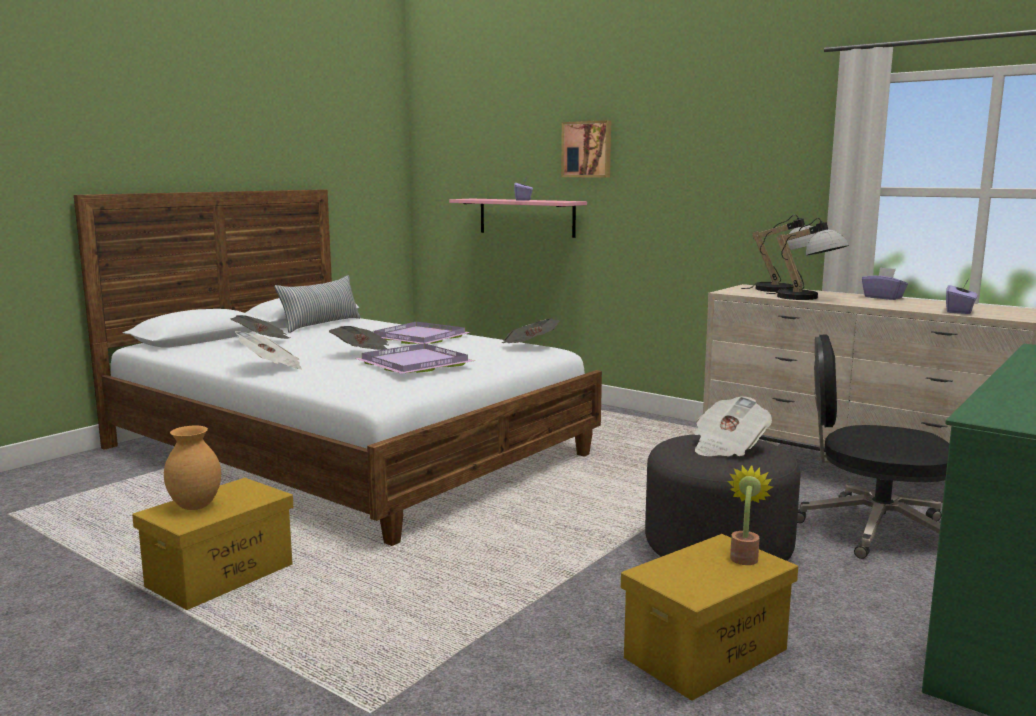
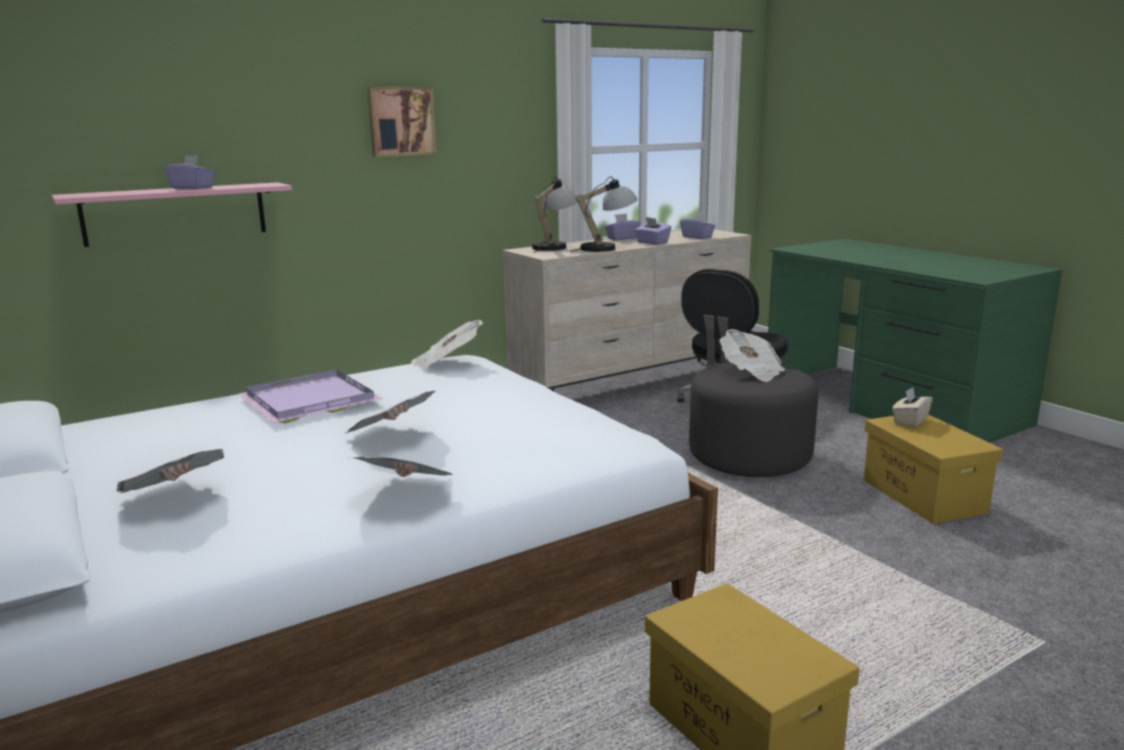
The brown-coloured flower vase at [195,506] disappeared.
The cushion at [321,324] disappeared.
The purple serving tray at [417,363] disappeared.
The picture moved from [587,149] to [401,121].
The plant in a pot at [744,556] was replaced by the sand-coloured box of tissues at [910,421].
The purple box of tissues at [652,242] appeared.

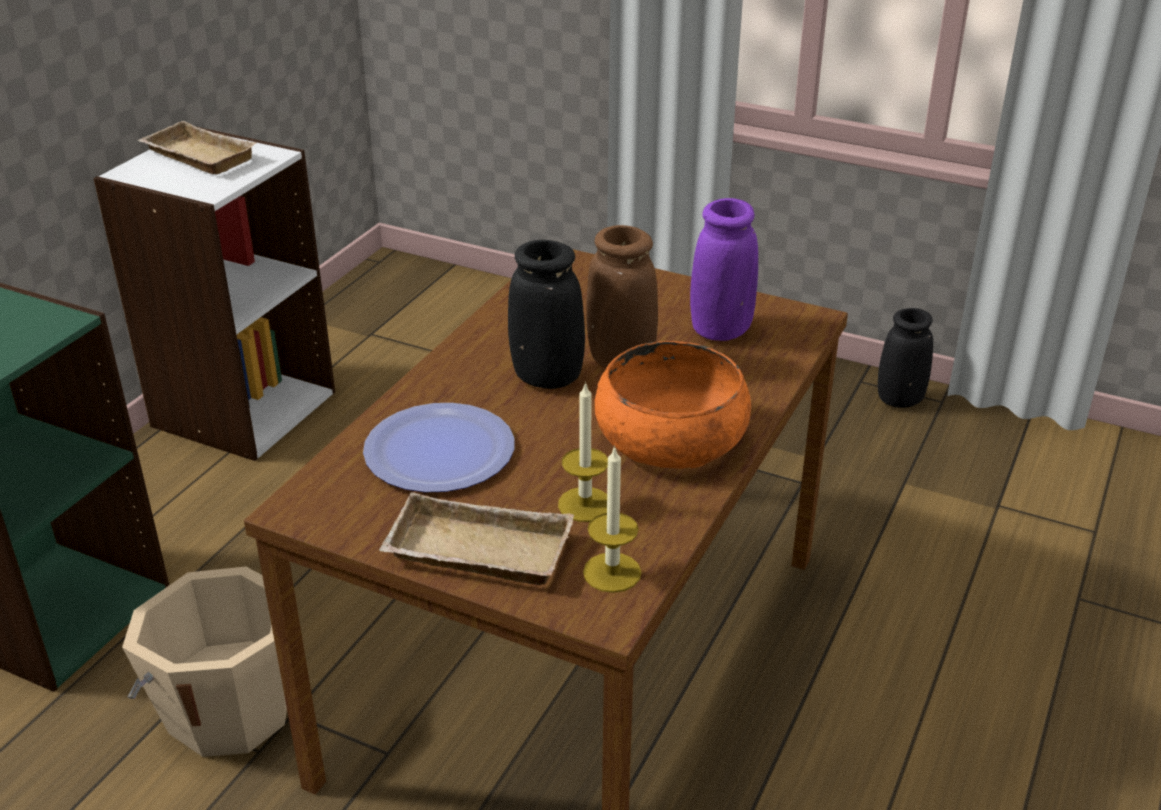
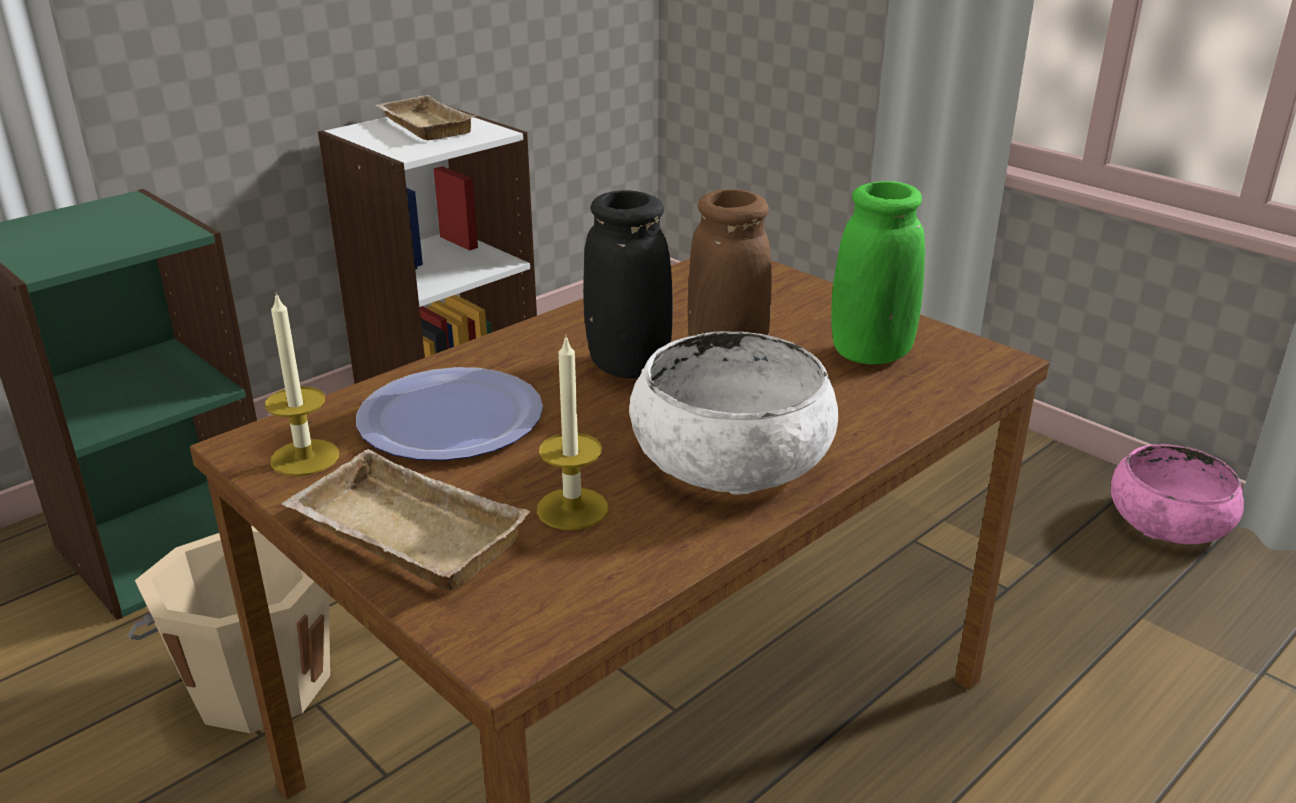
The wax light moved from [612,572] to [305,458].
The orangey serving bowl at [671,438] became the whitish serving bowl at [732,457].
The purple flower vase at [721,330] became the green flower vase at [871,354].
The black-coloured flower vase at [900,400] was replaced by the pinkish serving bowl at [1168,521].

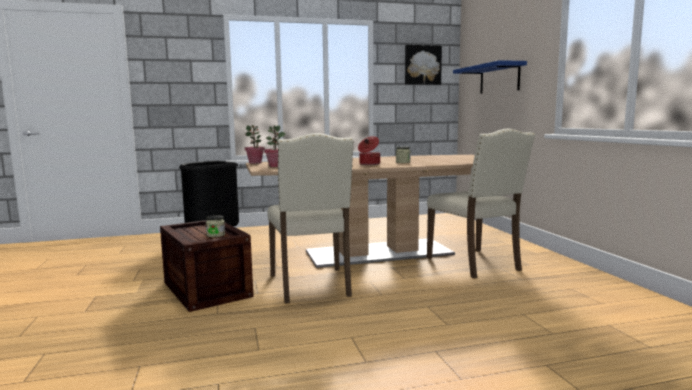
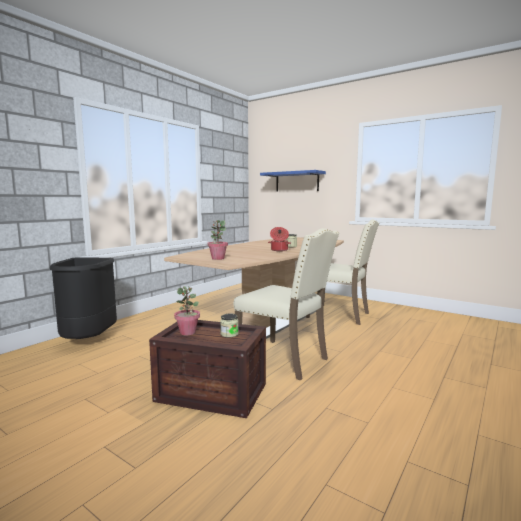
The plant in a pot moved from [255,163] to [188,332].
The picture at [422,65] disappeared.

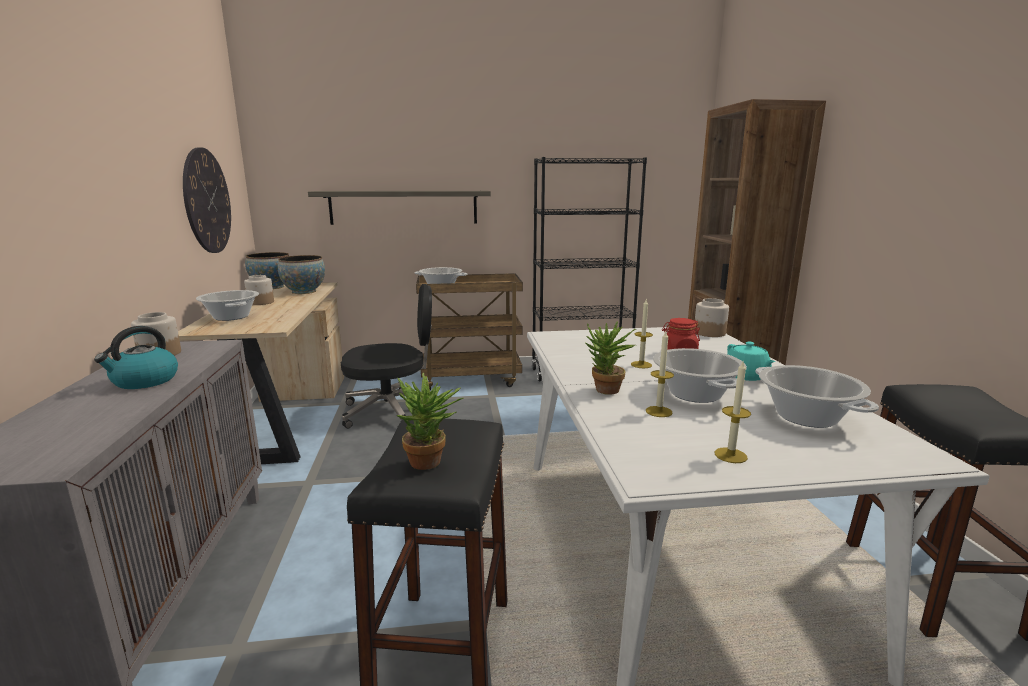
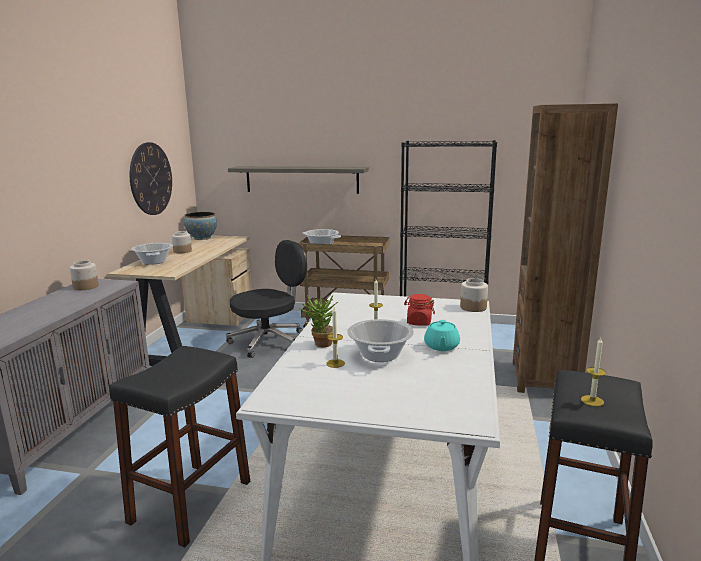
The kettle at [144,381] disappeared.
The serving bowl at [304,292] disappeared.
The black-coloured desk chair at [392,411] turned 45 degrees counterclockwise.
The plant in a pot at [431,463] disappeared.
The wax light moved from [730,455] to [592,401].
The stockpot at [806,416] disappeared.

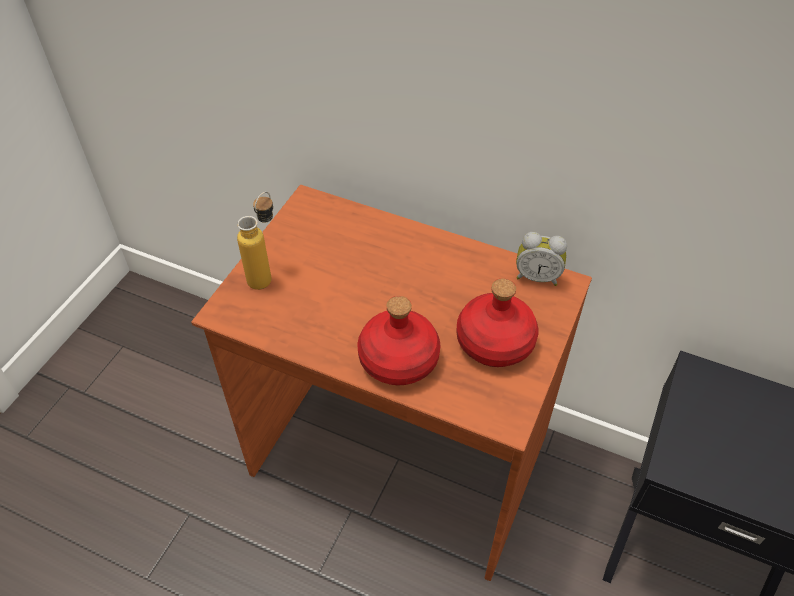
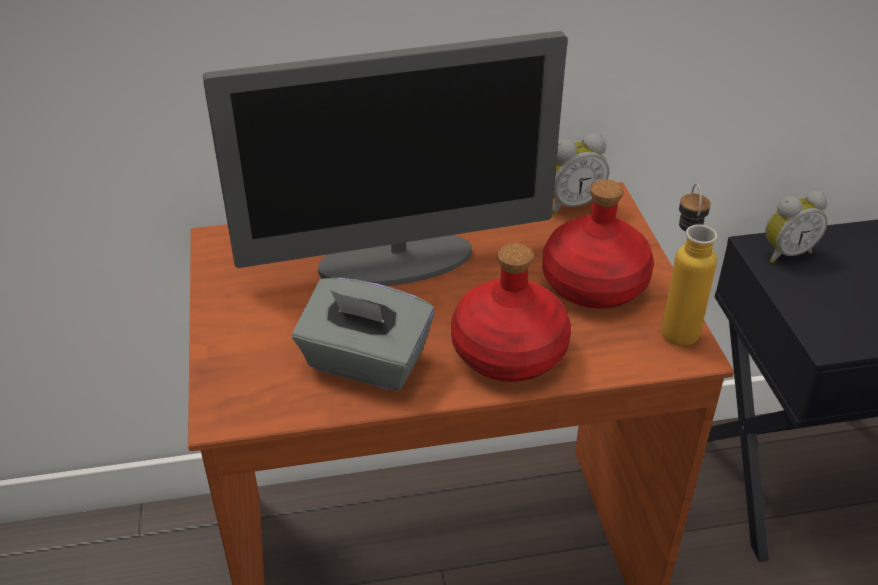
The beverage bottle moved from [266,275] to [676,324].
The monitor at [397,261] appeared.
The grey box of tissues at [365,362] appeared.
The bedside clock at [785,252] appeared.

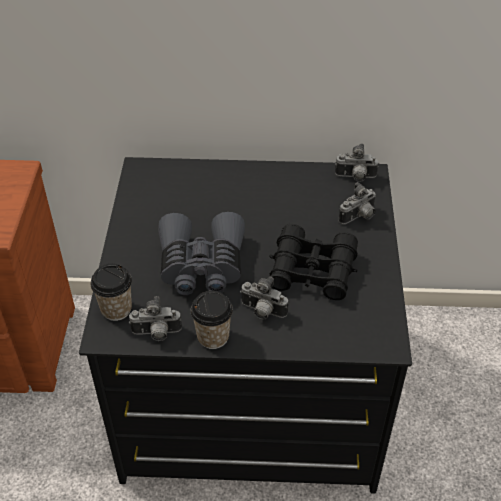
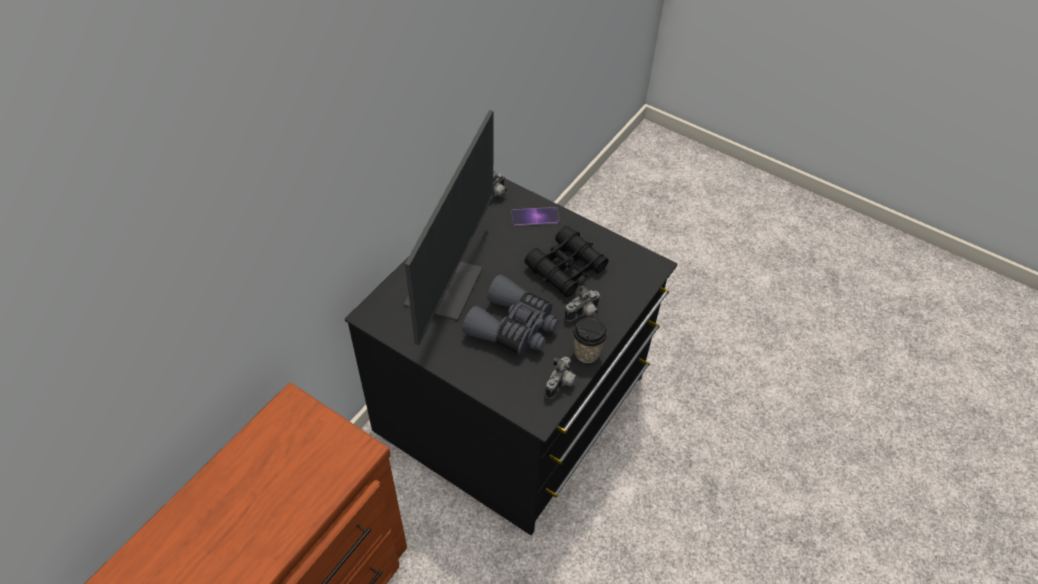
The drinking cup at [116,309] disappeared.
The still camera at [359,217] was replaced by the handset at [535,216].
The monitor at [446,287] appeared.

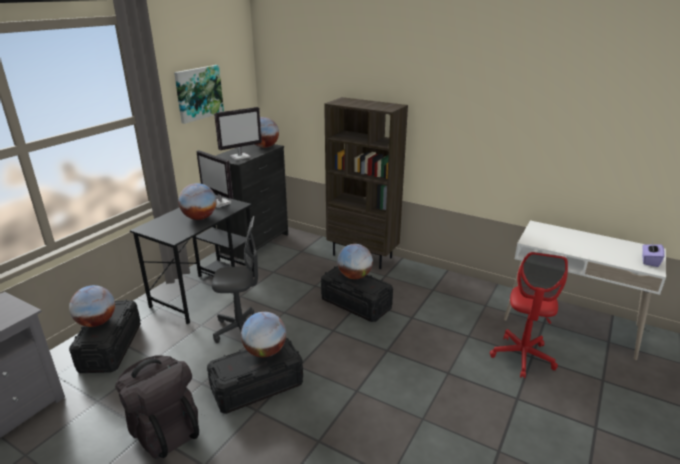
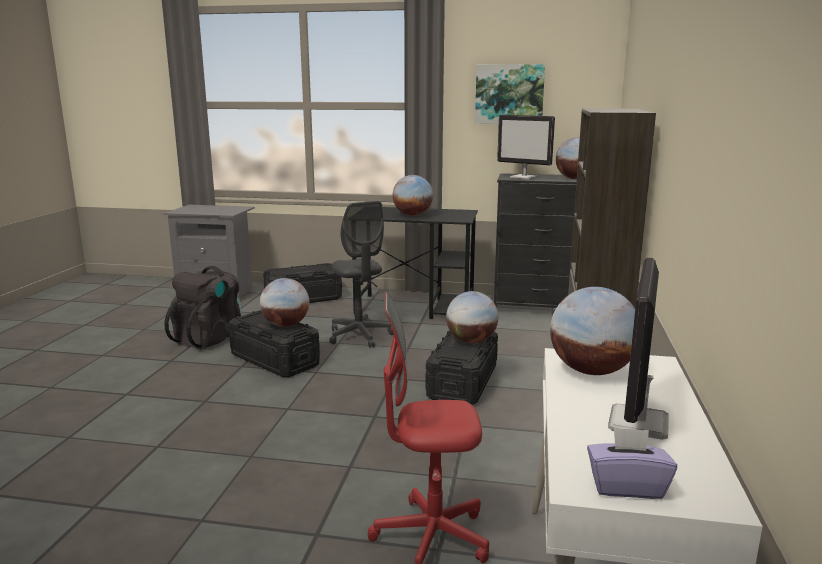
The globe moved from [97,322] to [591,371].
The monitor moved from [220,203] to [638,423].

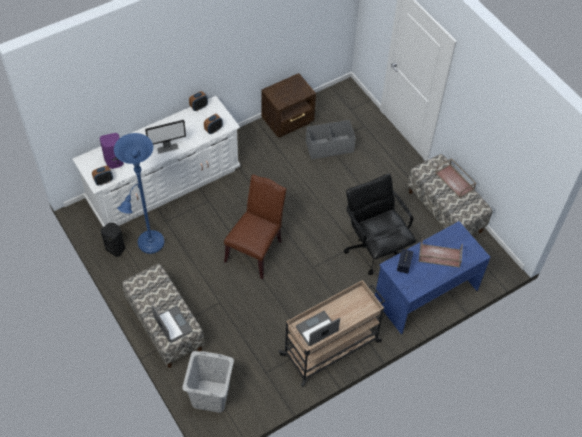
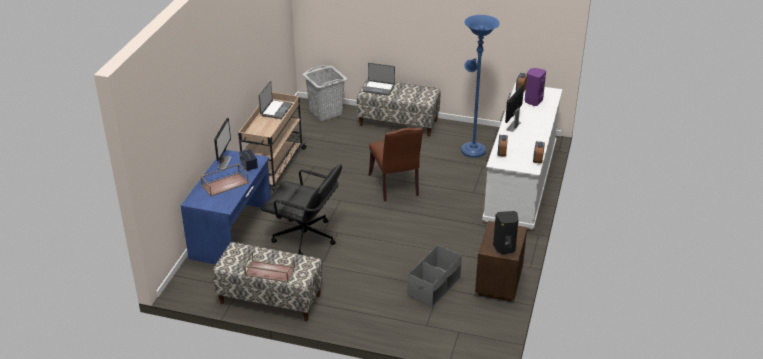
The black-coloured audio speaker moved from [116,248] to [504,248].
The monitor at [224,162] appeared.

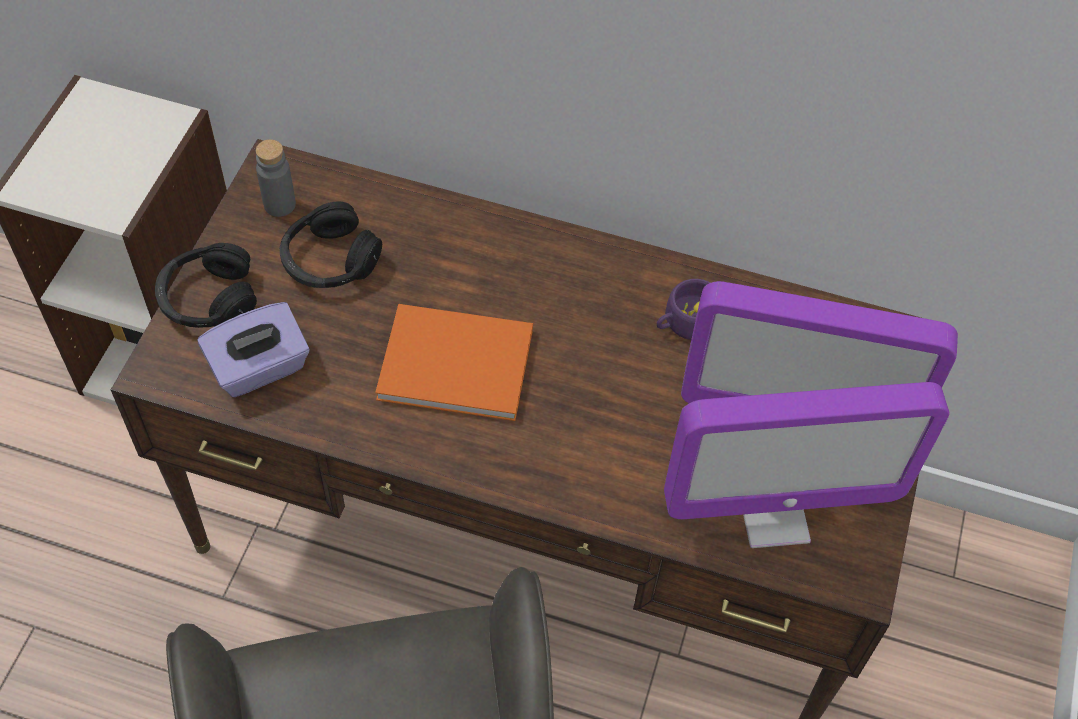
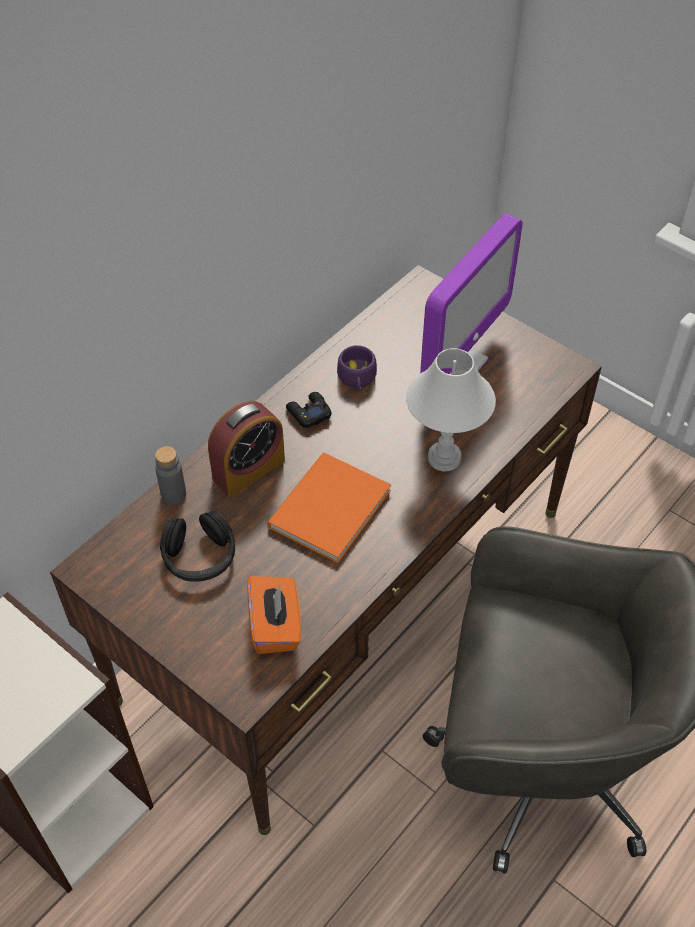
The black-coloured pair of headphones at [208,299] disappeared.
The purple box of tissues at [260,368] became the orangey box of tissues at [275,627].
The grey beverage bottle moved from [279,204] to [173,494].
The monitor at [773,515] disappeared.
The bedside clock at [249,469] appeared.
The black-coloured game controller at [308,413] appeared.
The whitish lamp for a table at [443,457] appeared.

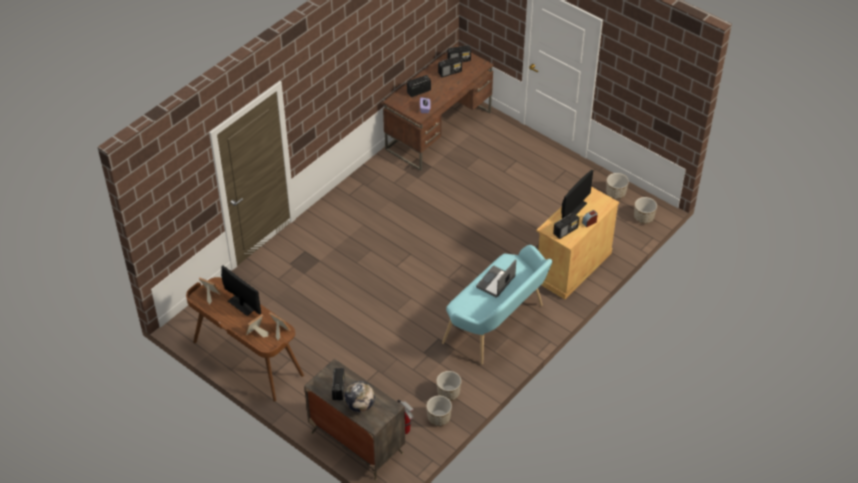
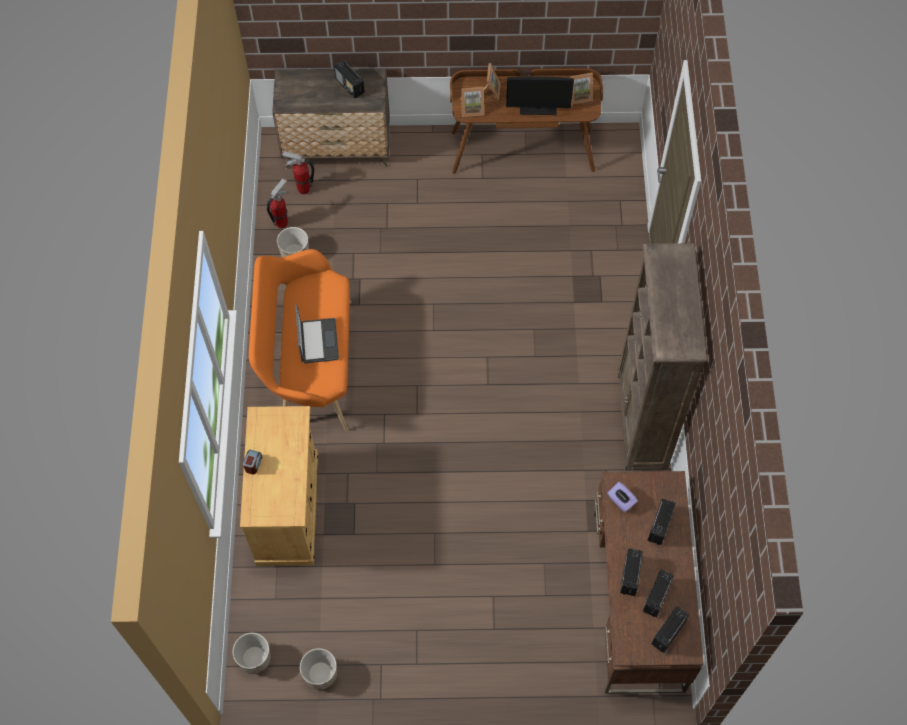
The globe at [360,405] disappeared.
The planter at [439,418] was replaced by the extinguisher at [282,223].
The turquoise long seat at [497,325] became the orangey long seat at [310,365].
The radio moved from [565,231] to [630,576].
The monitor at [574,208] disappeared.
The brown-coloured bookcase at [642,421] appeared.

